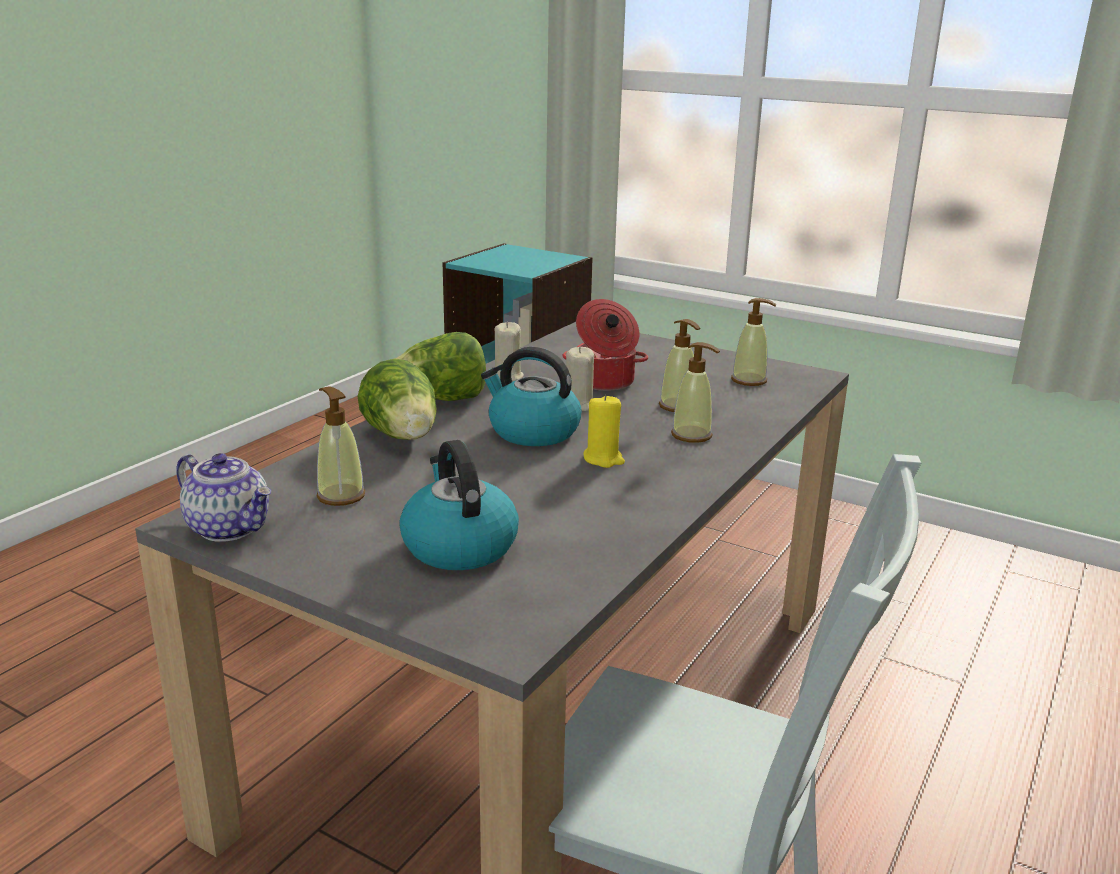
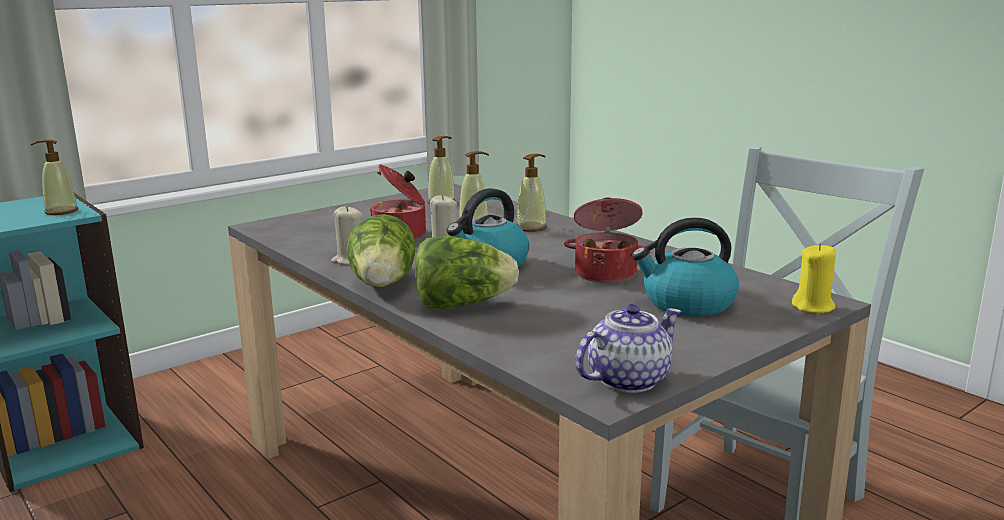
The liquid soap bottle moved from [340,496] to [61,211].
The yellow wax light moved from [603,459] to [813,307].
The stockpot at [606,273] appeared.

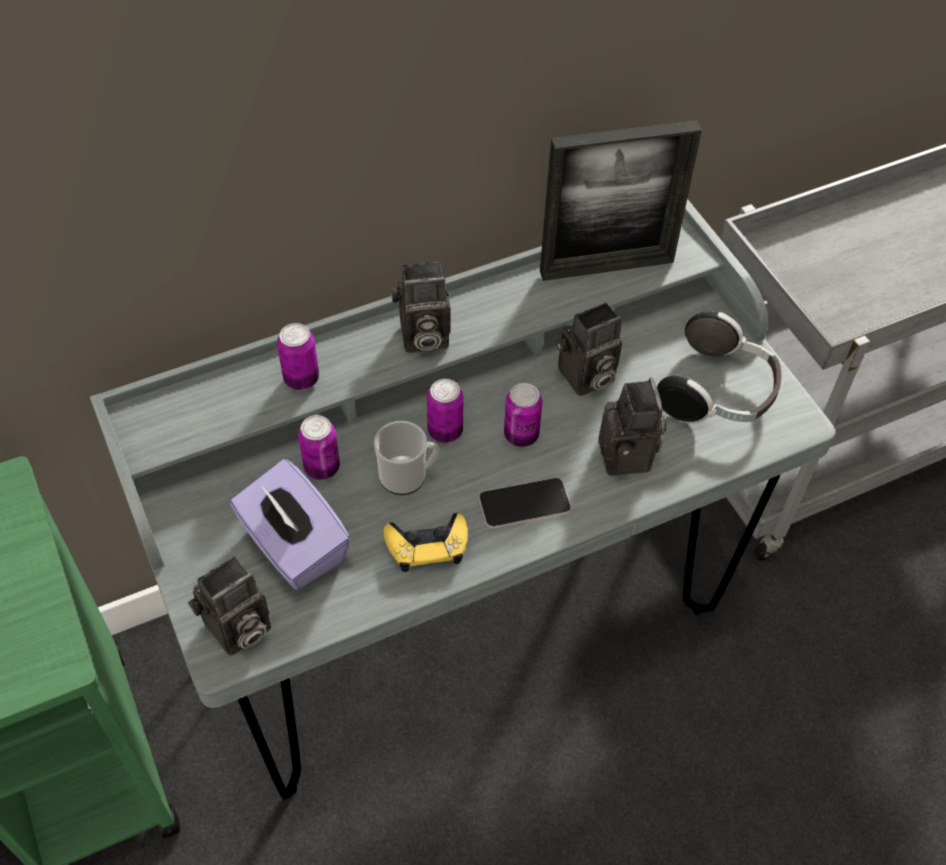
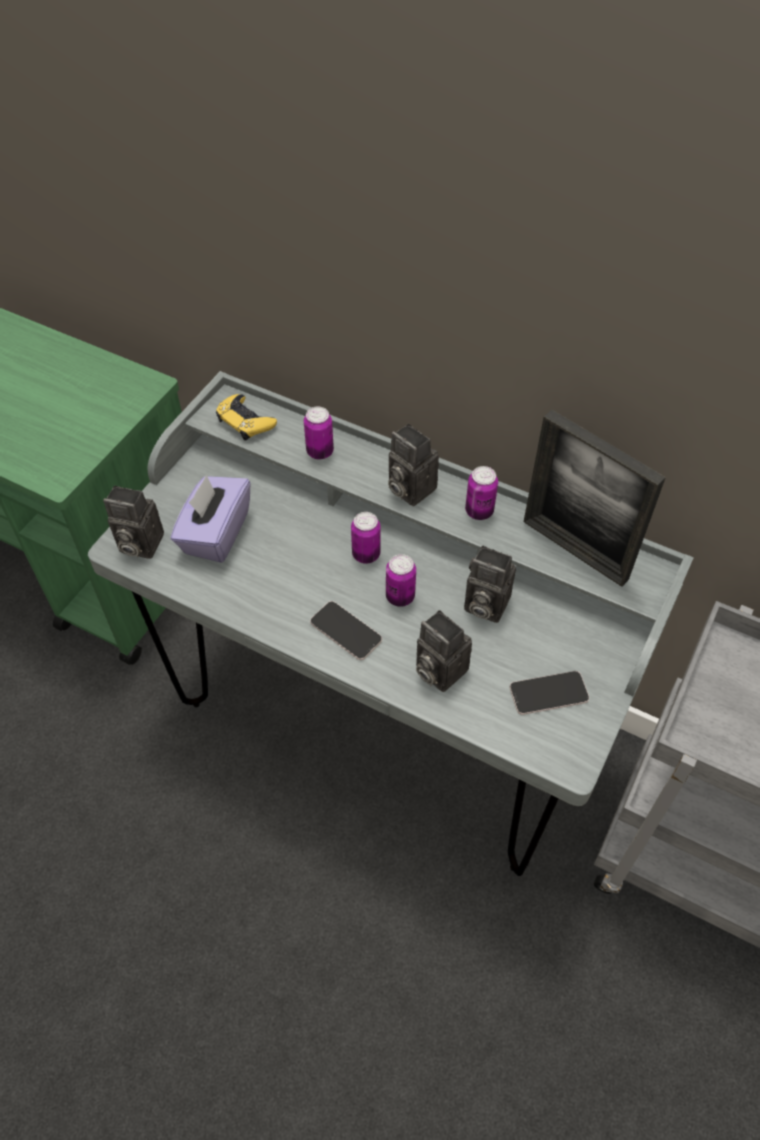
The can moved from [322,467] to [479,511].
The tea mug at [408,476] disappeared.
The yellow game controller moved from [427,546] to [245,421].
The still camera at [629,458] turned 90 degrees clockwise.
The pair of headphones at [718,393] was replaced by the handset at [548,693].

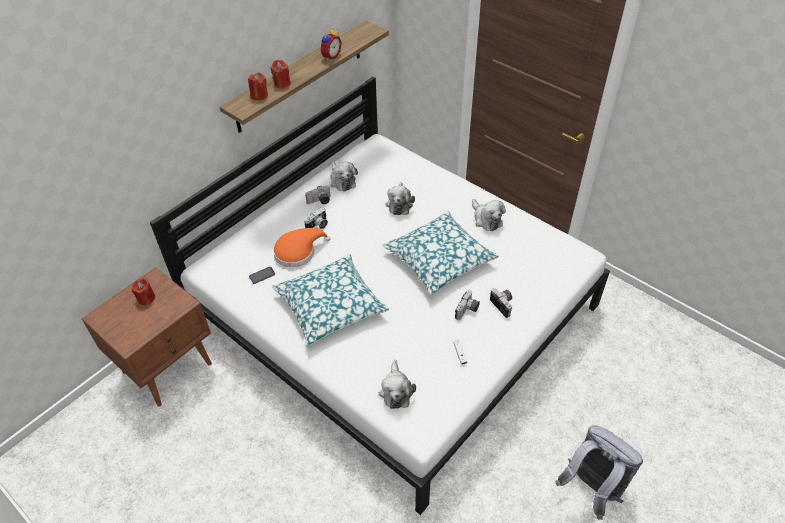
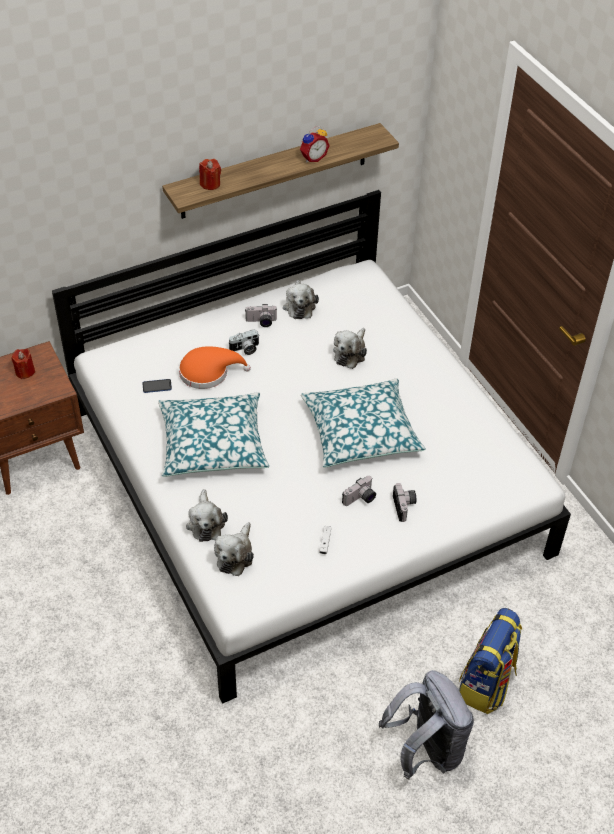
The reddish wax light at [282,83] disappeared.
The soft toy moved from [486,219] to [205,523].
The backpack at [486,684] appeared.

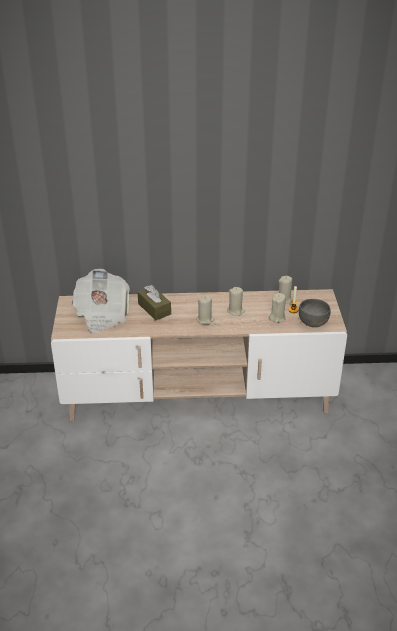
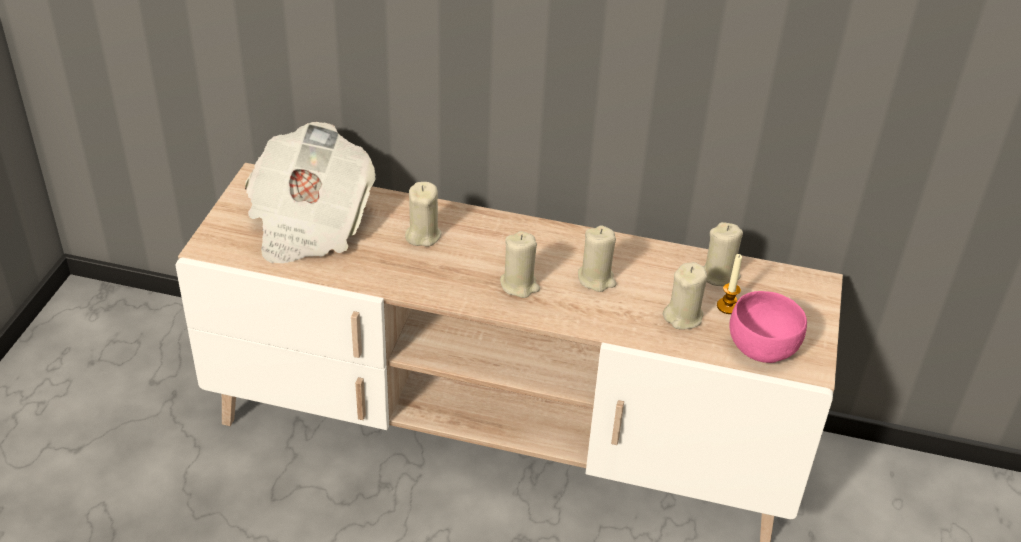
The brown-coloured box of tissues at [154,309] was replaced by the sand-coloured wax light at [423,235].
The grey serving bowl at [312,322] became the pinkish serving bowl at [761,346].

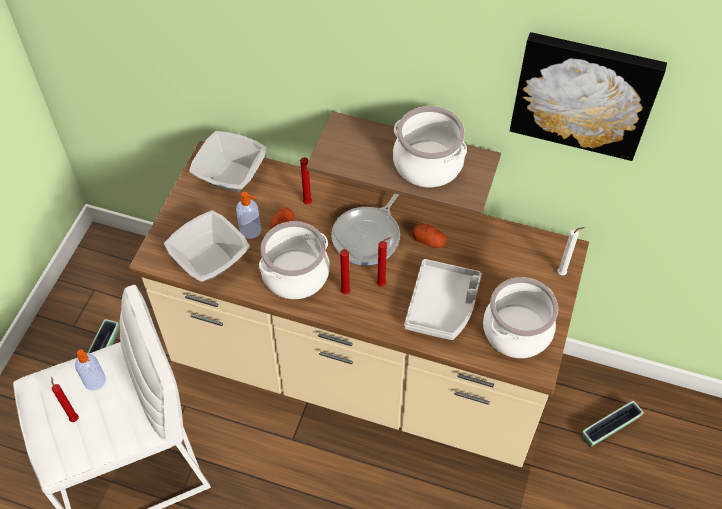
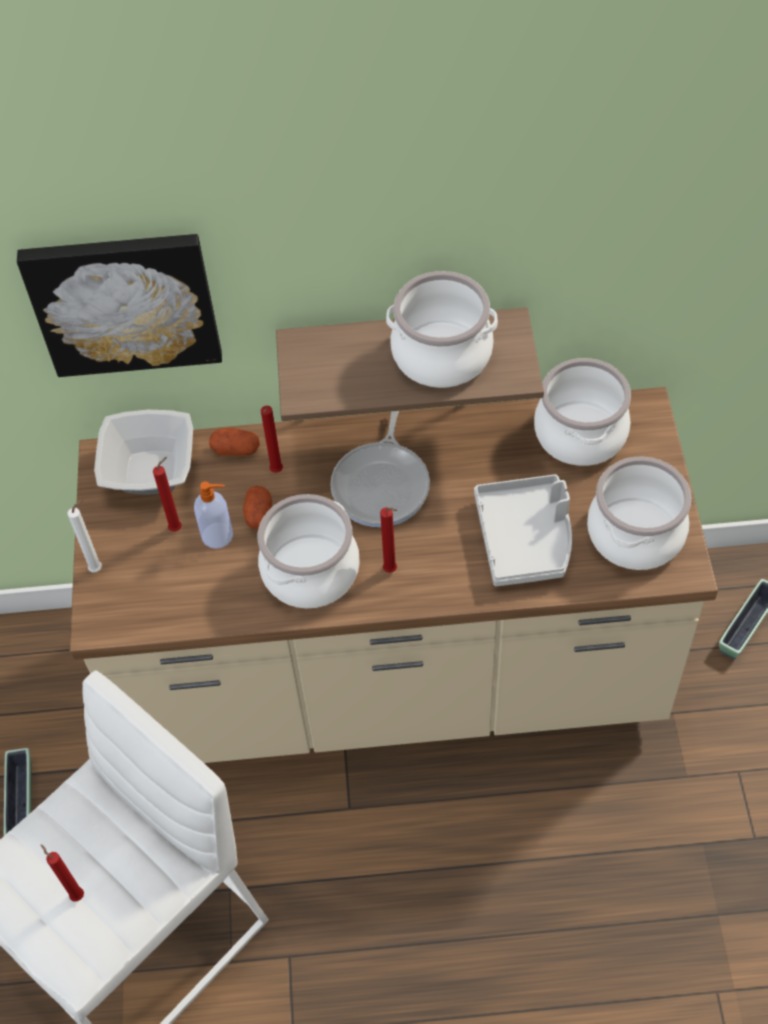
The liquid soap bottle at [95,381] disappeared.
The serving bowl at [211,259] disappeared.
The reddish wax light moved from [383,284] to [177,528].
The spud moved from [429,241] to [236,449].
The picture moved from [584,94] to [124,301].
The whitish wax light moved from [563,273] to [98,568].
The stockpot at [579,434] appeared.

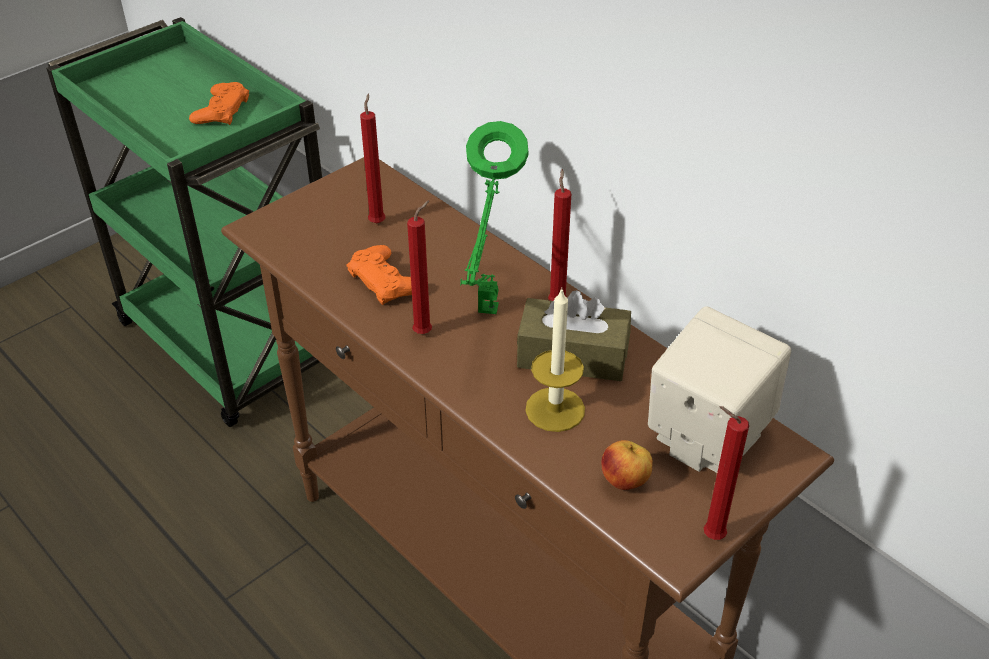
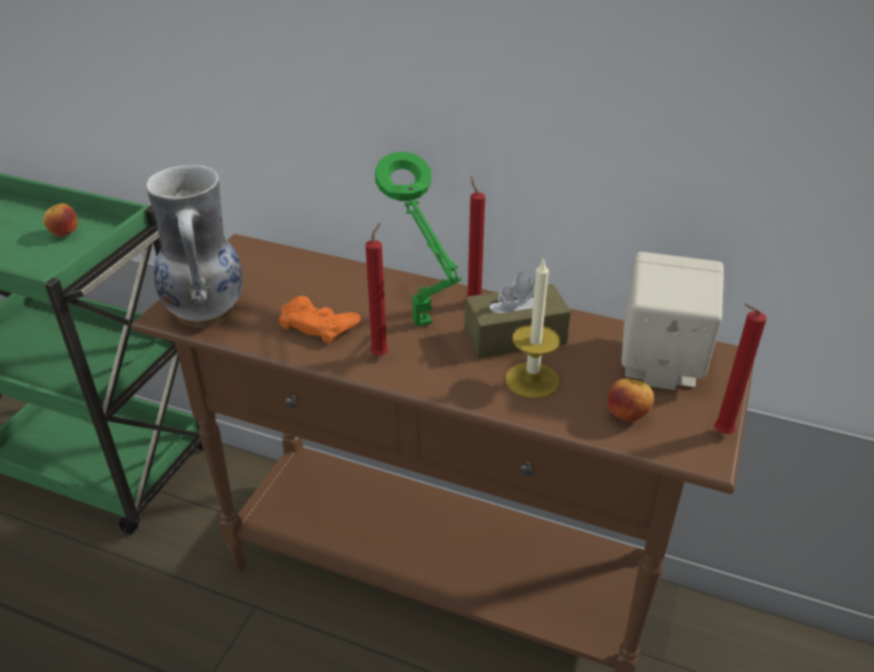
The orangey game controller at [221,110] was replaced by the apple at [64,234].
The reddish wax light at [377,221] disappeared.
The flower vase at [208,311] appeared.

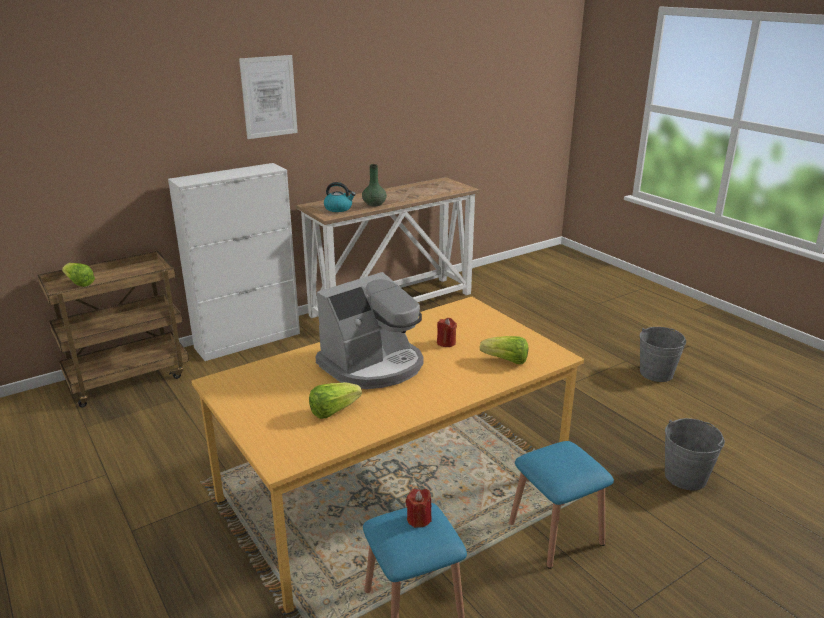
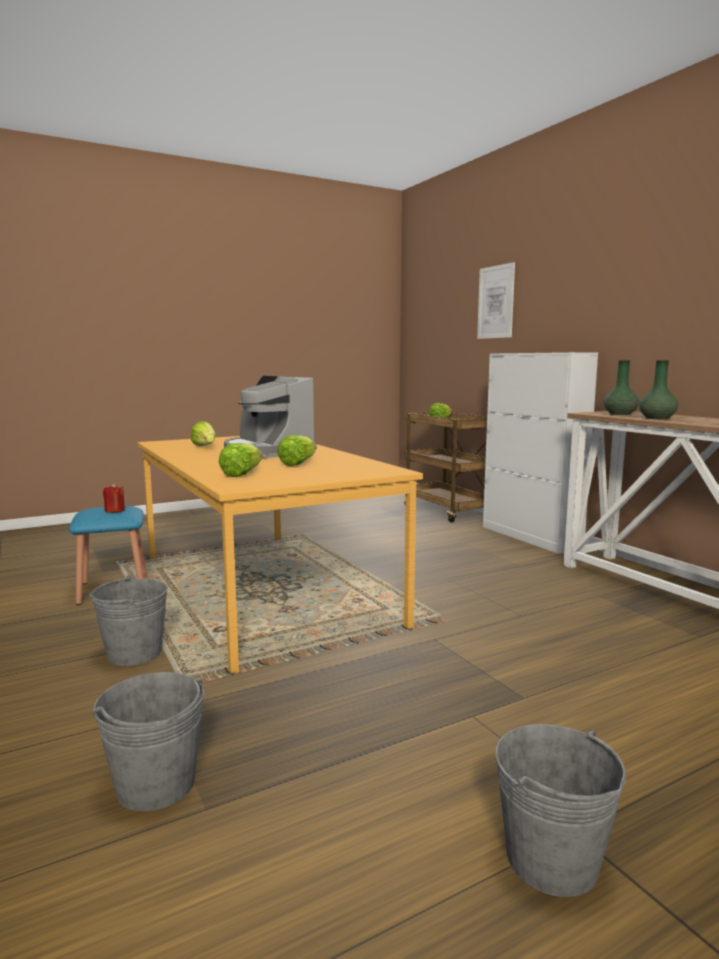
The picture moved from [269,97] to [495,302].
The kettle at [339,208] was replaced by the green flower vase at [620,414].
The reddish wax light at [446,343] was replaced by the lettuce at [297,464].
The blue sitting stool at [555,533] was replaced by the grey bucket at [134,653].

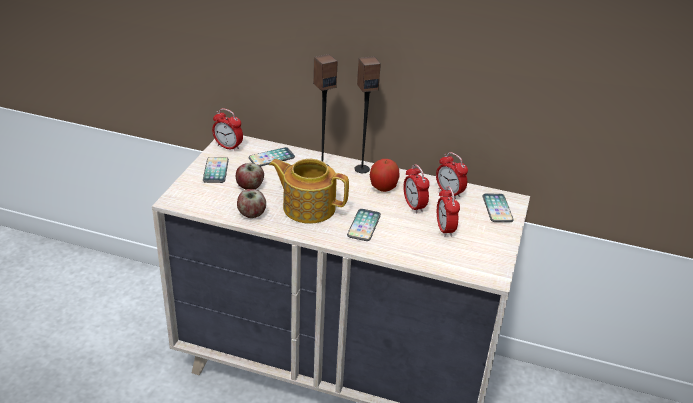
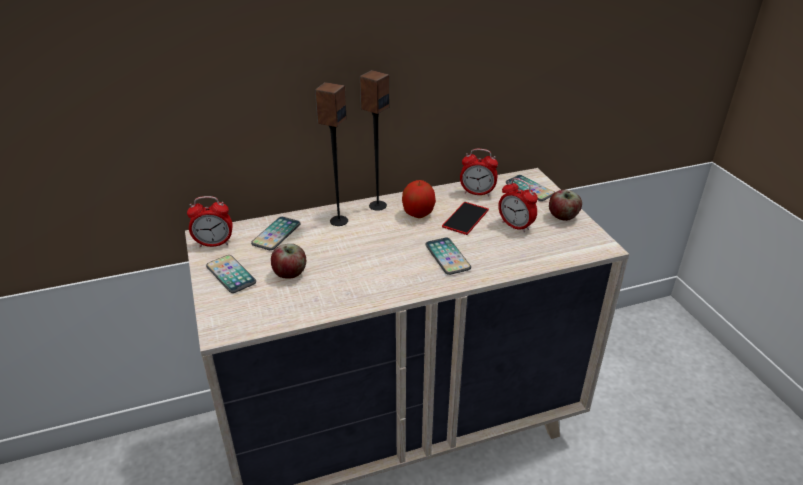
The apple moved from [251,214] to [563,217].
The teapot at [308,207] disappeared.
The bedside clock at [414,206] was replaced by the handset at [465,218].

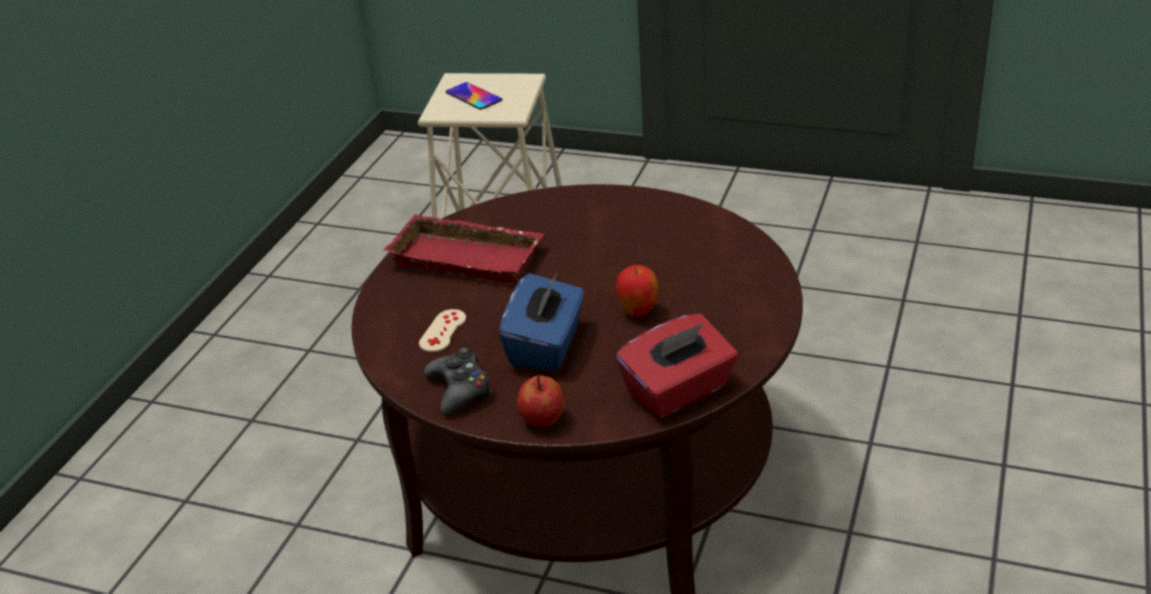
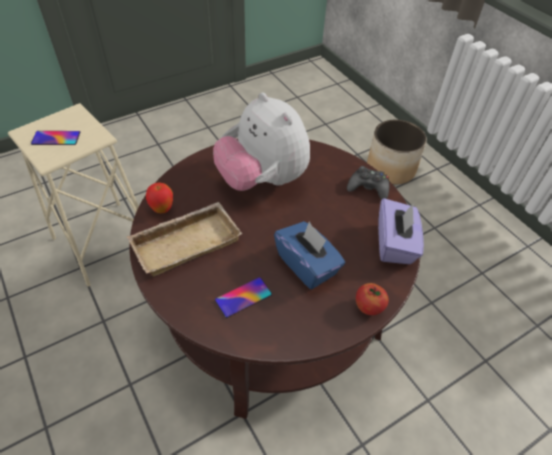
The reddish serving tray at [470,256] became the sand-coloured serving tray at [186,241].
The sand-coloured game controller at [443,331] was replaced by the handset at [243,297].
The black-coloured game controller moved from [460,390] to [368,187].
The apple moved from [638,312] to [162,209].
The reddish box of tissues at [678,391] became the purple box of tissues at [395,244].
The soft toy at [262,180] appeared.
The planter at [390,169] appeared.

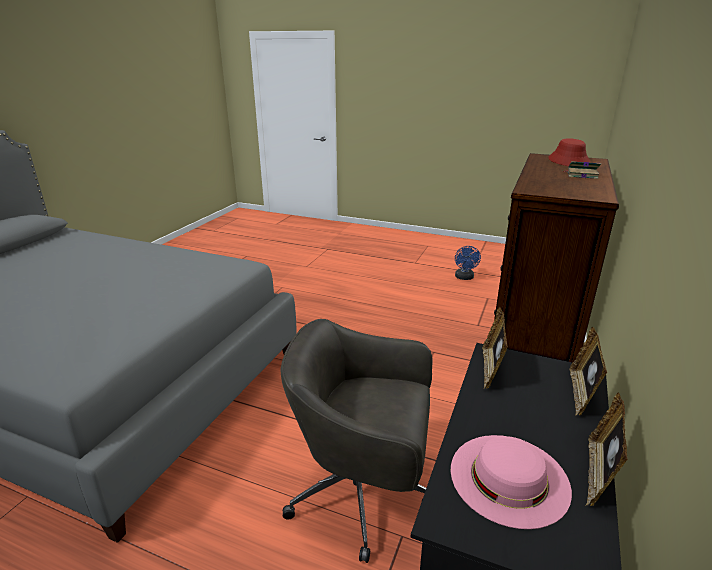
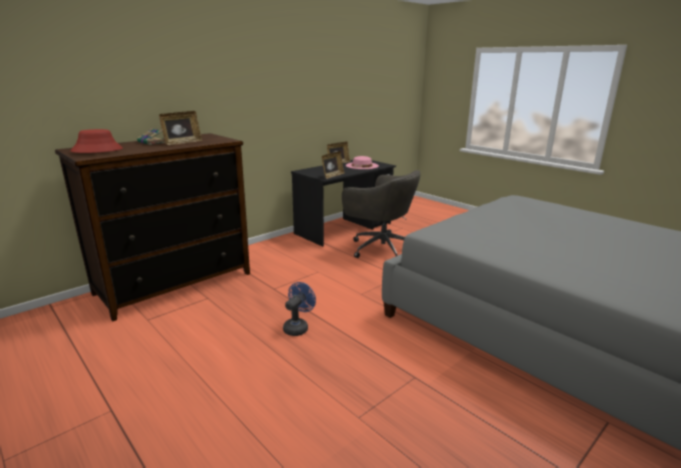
The blue electric fan moved from [464,278] to [298,327].
The standing frame moved from [581,394] to [182,142].

